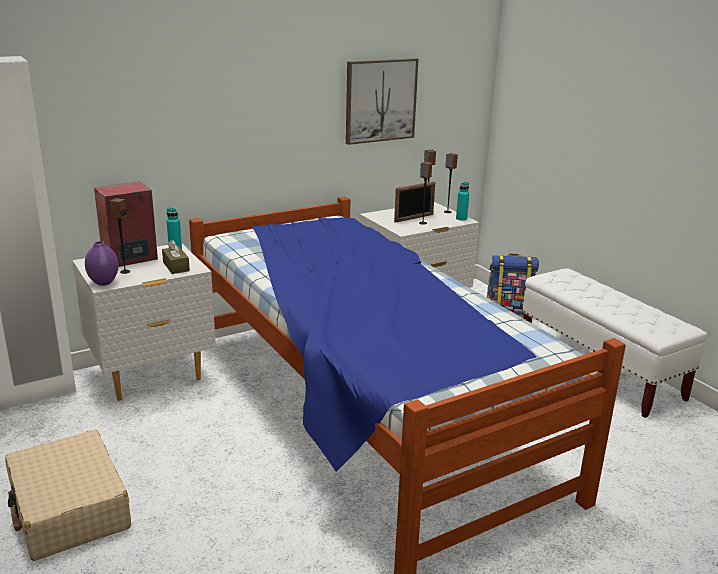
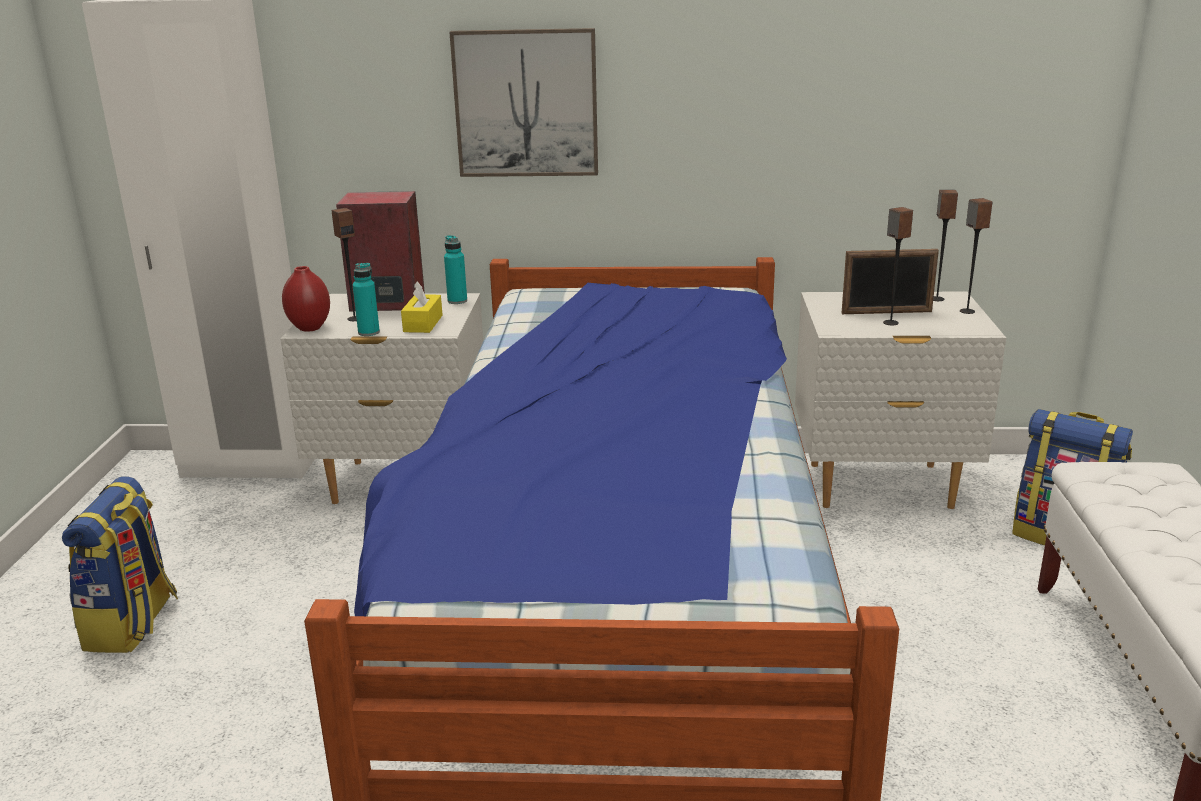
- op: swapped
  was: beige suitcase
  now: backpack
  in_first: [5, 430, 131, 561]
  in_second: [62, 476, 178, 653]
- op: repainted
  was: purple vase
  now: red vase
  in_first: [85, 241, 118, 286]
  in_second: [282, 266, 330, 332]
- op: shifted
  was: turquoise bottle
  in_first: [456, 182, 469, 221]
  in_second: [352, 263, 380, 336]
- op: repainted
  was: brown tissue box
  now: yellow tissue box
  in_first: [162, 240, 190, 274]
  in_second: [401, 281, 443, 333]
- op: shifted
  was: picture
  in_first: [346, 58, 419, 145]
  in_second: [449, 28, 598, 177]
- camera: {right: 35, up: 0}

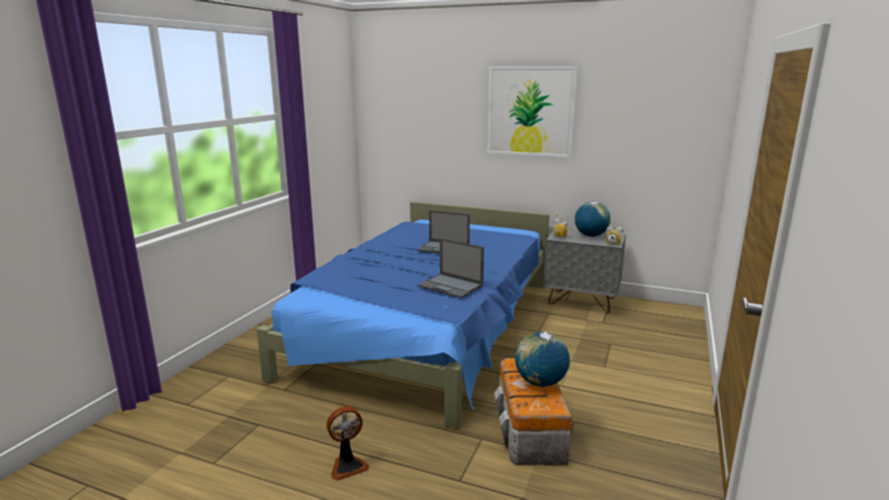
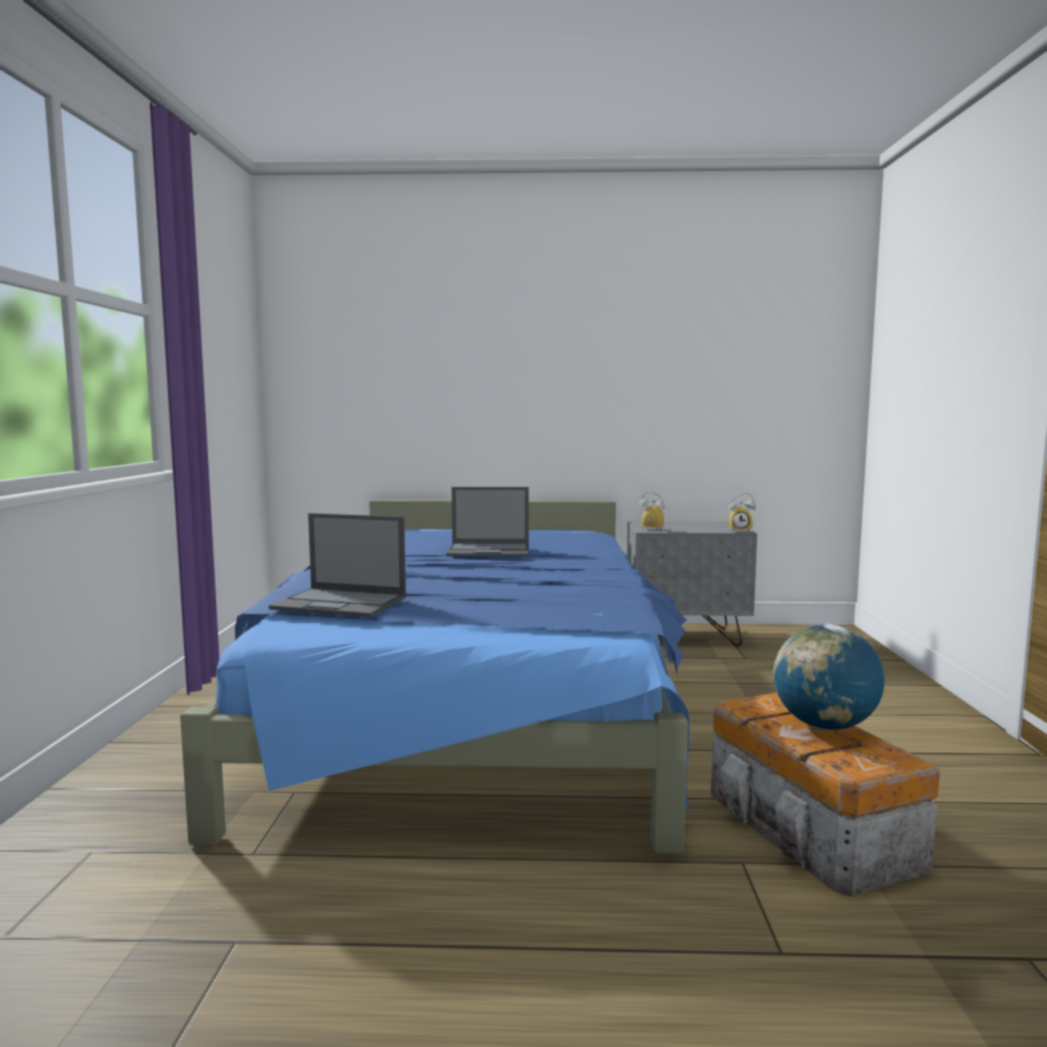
- op: shifted
  was: laptop
  in_first: [418, 238, 484, 298]
  in_second: [269, 513, 406, 617]
- op: gone
  was: fan
  in_first: [326, 406, 369, 481]
- op: gone
  was: picture
  in_first: [487, 66, 578, 158]
- op: gone
  was: globe
  in_first: [575, 202, 611, 237]
- camera: {right: -20, up: -10}

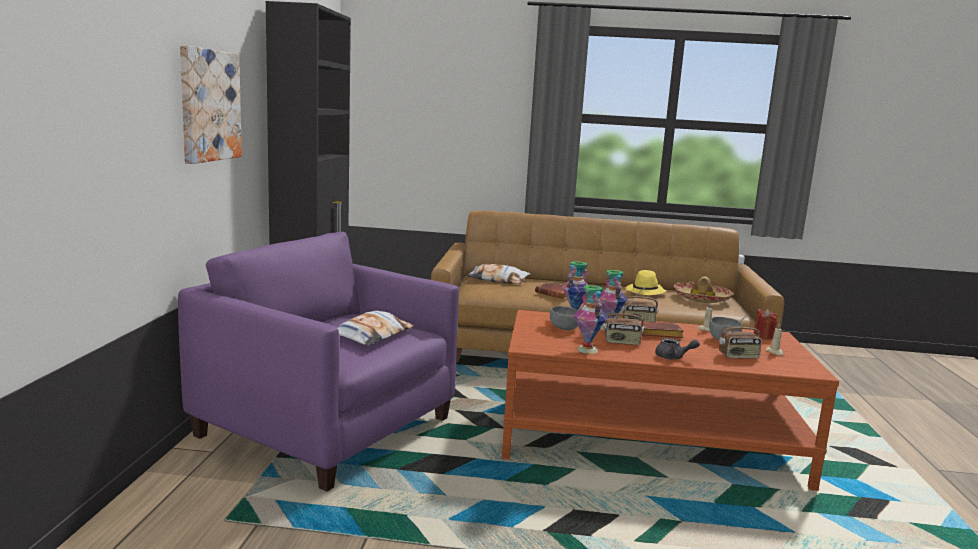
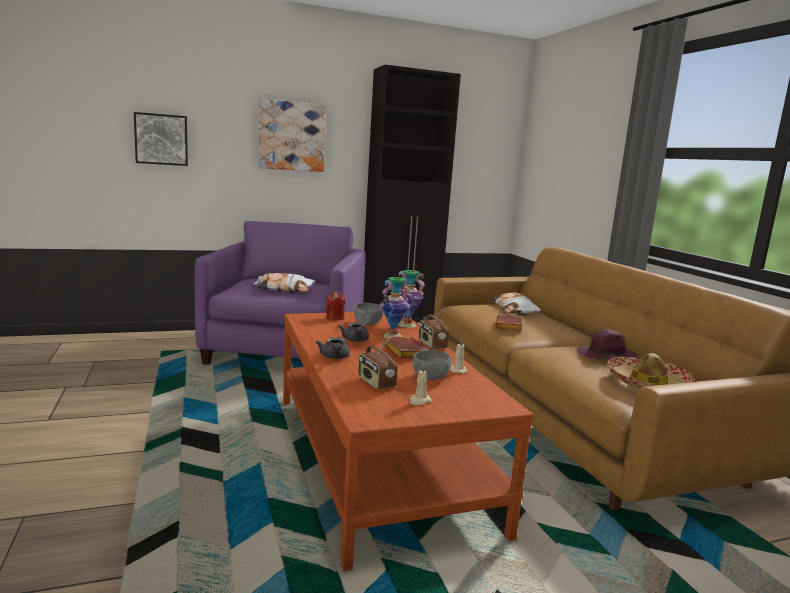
- op: new
  now: picture
  in_second: [134, 112, 188, 166]
- op: shifted
  was: red candle
  in_first: [754, 309, 777, 339]
  in_second: [326, 292, 345, 321]
- op: swapped
  was: radio
  now: grey teapot
  in_first: [603, 302, 644, 345]
  in_second: [339, 323, 369, 342]
- op: repainted
  was: yellow hat
  now: purple hat
  in_first: [625, 270, 667, 295]
  in_second: [577, 329, 637, 359]
- op: gone
  was: vase
  in_first: [574, 285, 608, 354]
- camera: {right: 65, up: 0}

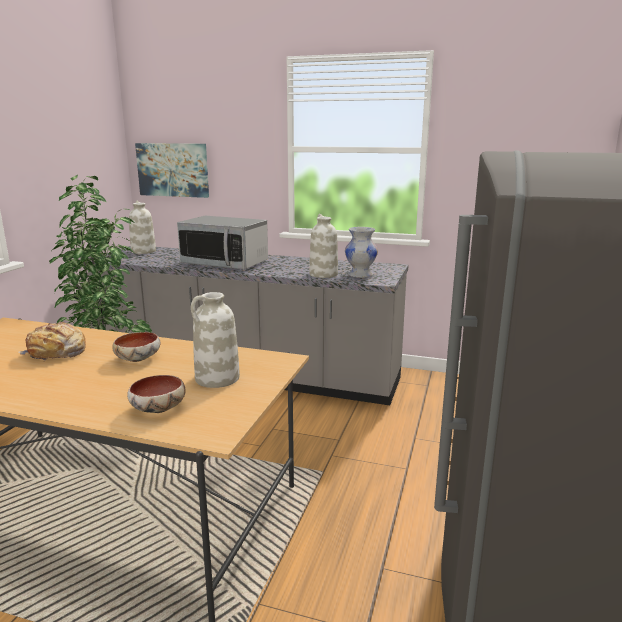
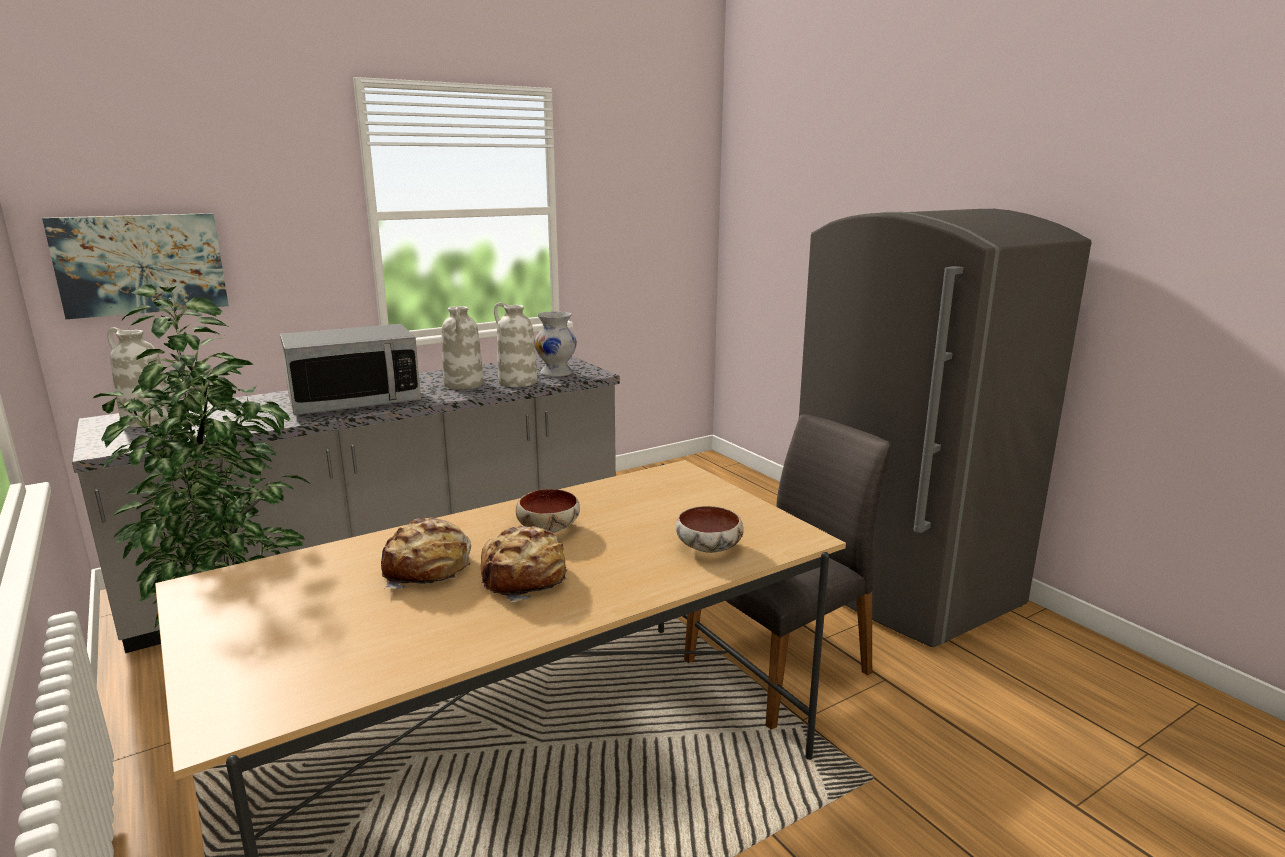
- op: shifted
  was: white vase
  in_first: [191, 292, 240, 388]
  in_second: [442, 306, 484, 389]
- op: new
  now: bread
  in_second: [481, 526, 568, 602]
- op: new
  now: grey chair
  in_second: [684, 414, 891, 730]
- camera: {right: -50, up: 0}

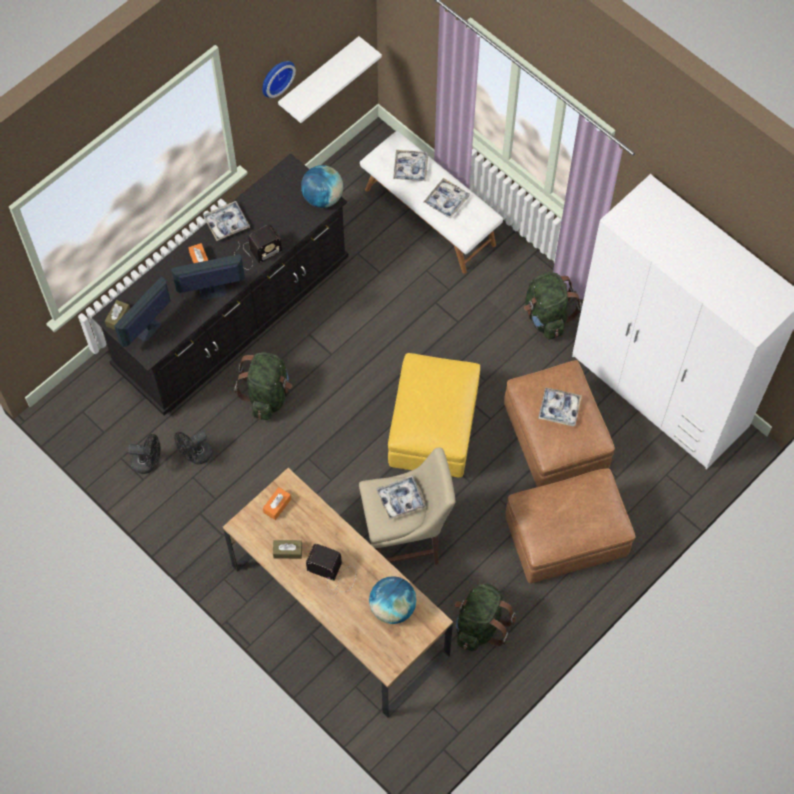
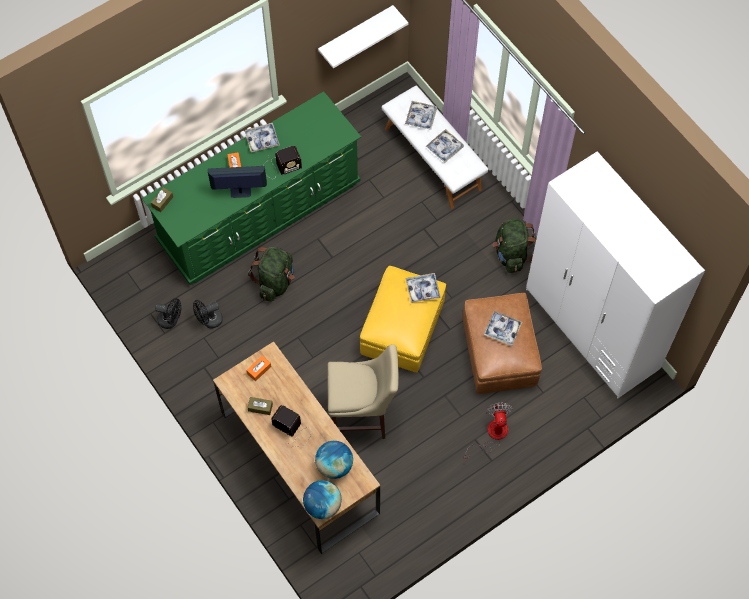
- op: repainted
  was: black dresser
  now: green dresser
  in_first: [92, 154, 348, 416]
  in_second: [142, 91, 361, 285]
- op: shifted
  was: globe
  in_first: [301, 165, 343, 208]
  in_second: [303, 480, 342, 519]
- op: shifted
  was: tray
  in_first: [376, 475, 426, 520]
  in_second: [406, 273, 440, 303]
- op: swapped
  was: brown ottoman
  now: fan
  in_first: [506, 469, 636, 583]
  in_second: [463, 403, 512, 459]
- op: gone
  was: monitor
  in_first: [114, 276, 171, 347]
- op: gone
  was: wall clock
  in_first: [263, 61, 296, 98]
- op: gone
  was: green backpack
  in_first: [455, 583, 516, 651]
- camera: {right: 10, up: 0}

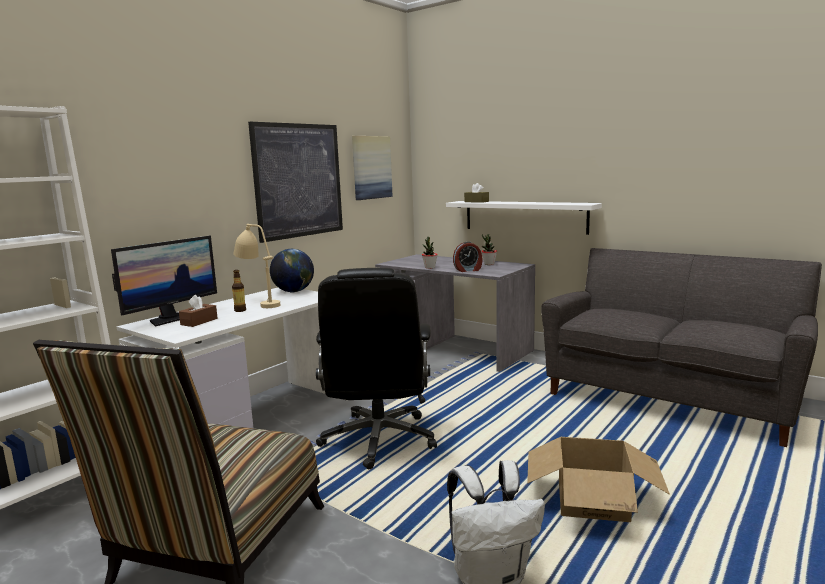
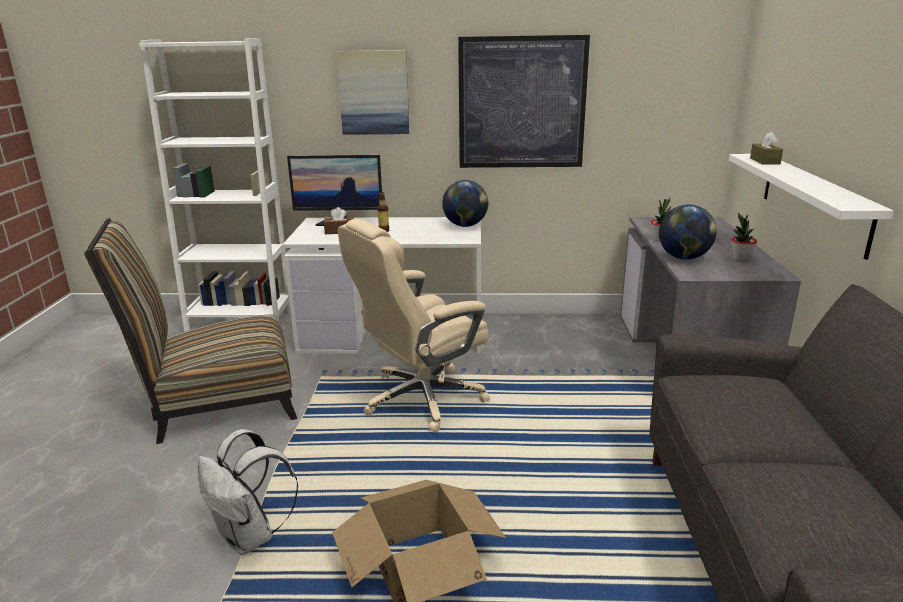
- op: shifted
  was: picture
  in_first: [352, 136, 393, 200]
  in_second: [336, 50, 409, 135]
- op: repainted
  was: black office chair
  now: beige office chair
  in_first: [316, 268, 437, 469]
  in_second: [338, 219, 490, 433]
- op: swapped
  was: alarm clock
  now: globe
  in_first: [453, 241, 483, 272]
  in_second: [659, 204, 717, 260]
- op: gone
  was: beige table lamp
  in_first: [233, 224, 280, 308]
- camera: {right: 55, up: 10}

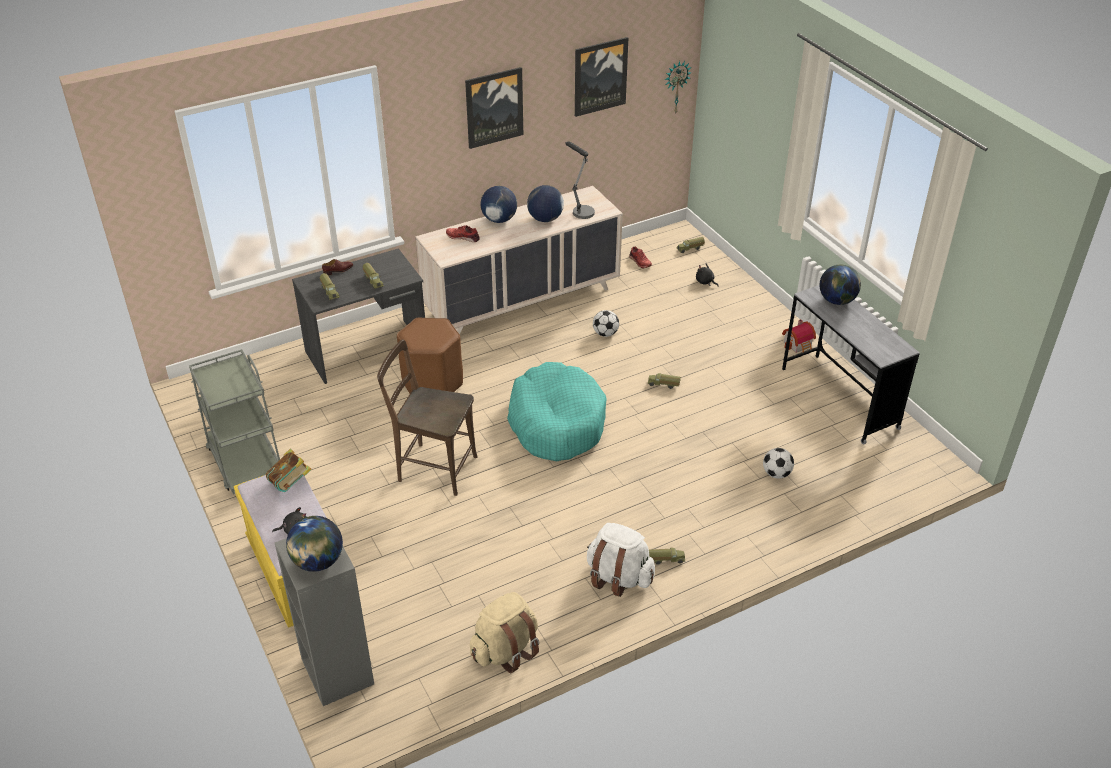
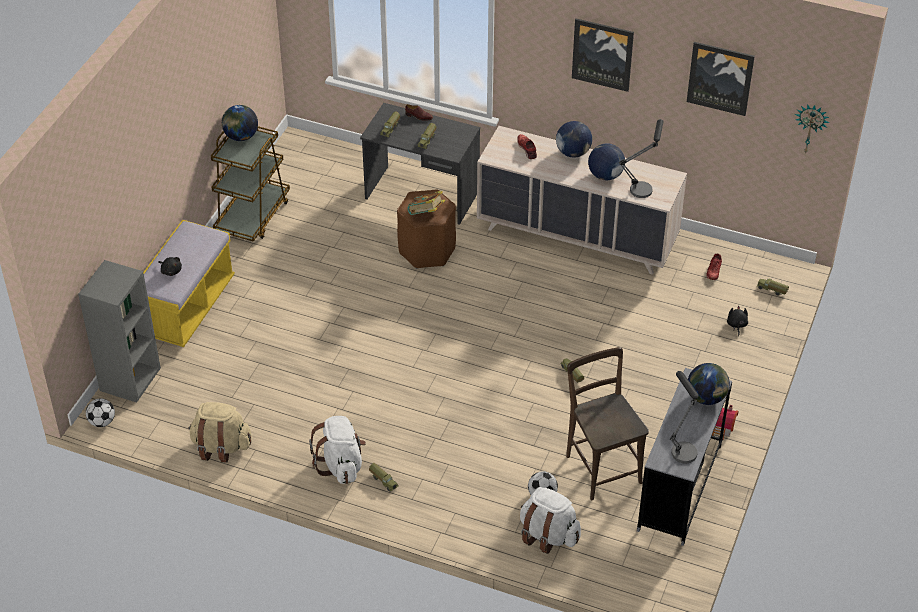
- op: shifted
  was: football
  in_first: [593, 310, 619, 337]
  in_second: [86, 398, 115, 427]
- op: repainted
  was: grey cart
  now: brown cart
  in_first: [189, 349, 280, 494]
  in_second: [211, 126, 290, 242]
- op: shifted
  was: globe
  in_first: [286, 516, 343, 572]
  in_second: [222, 105, 258, 141]
- op: shifted
  was: book
  in_first: [266, 449, 312, 492]
  in_second: [407, 191, 445, 215]
- op: new
  now: white backpack
  in_second: [520, 487, 581, 554]
- op: shifted
  was: brown chair
  in_first: [377, 339, 478, 496]
  in_second: [566, 347, 649, 500]
- op: new
  now: table lamp
  in_second: [670, 371, 698, 463]
- op: gone
  was: turquoise dog bed
  in_first: [507, 362, 607, 461]
- camera: {right: 50, up: 5}

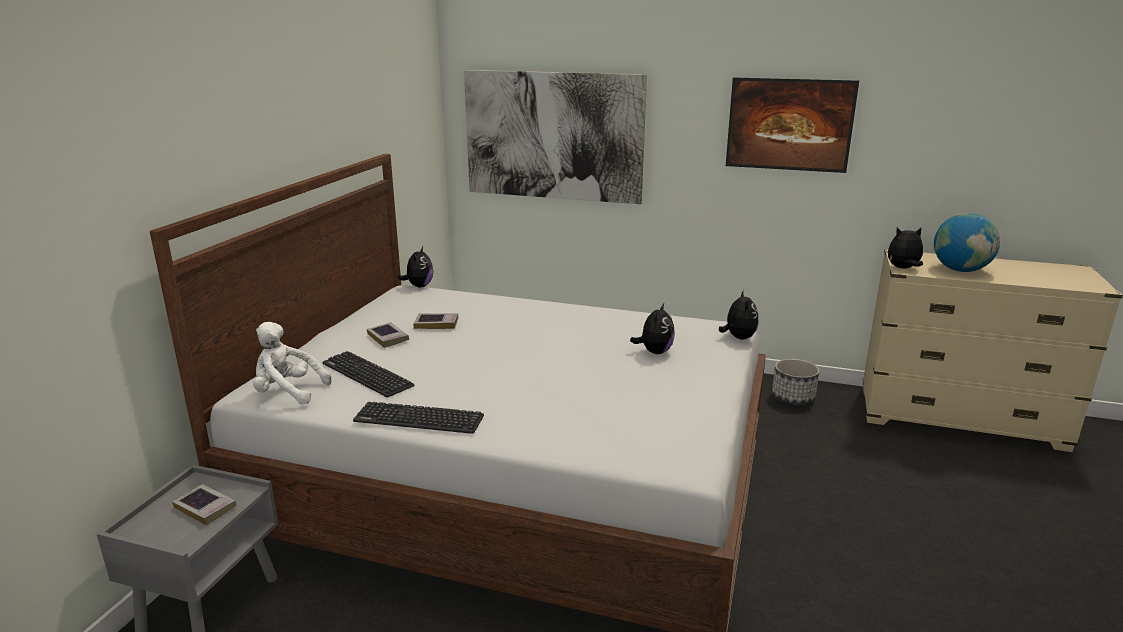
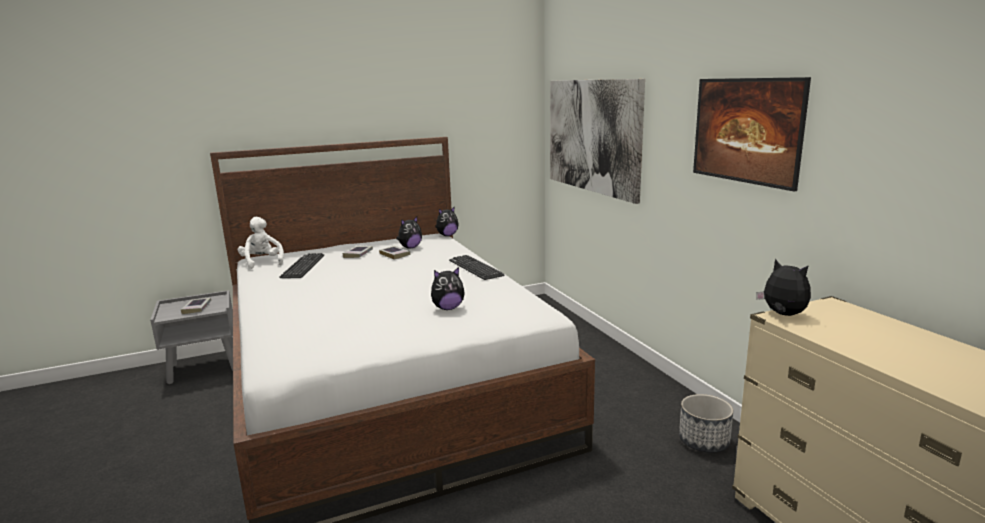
- op: shifted
  was: plush toy
  in_first: [719, 290, 759, 340]
  in_second: [396, 217, 422, 249]
- op: shifted
  was: keyboard
  in_first: [353, 402, 484, 434]
  in_second: [449, 255, 505, 280]
- op: gone
  was: globe
  in_first: [934, 213, 1000, 272]
- camera: {right: 50, up: -5}

